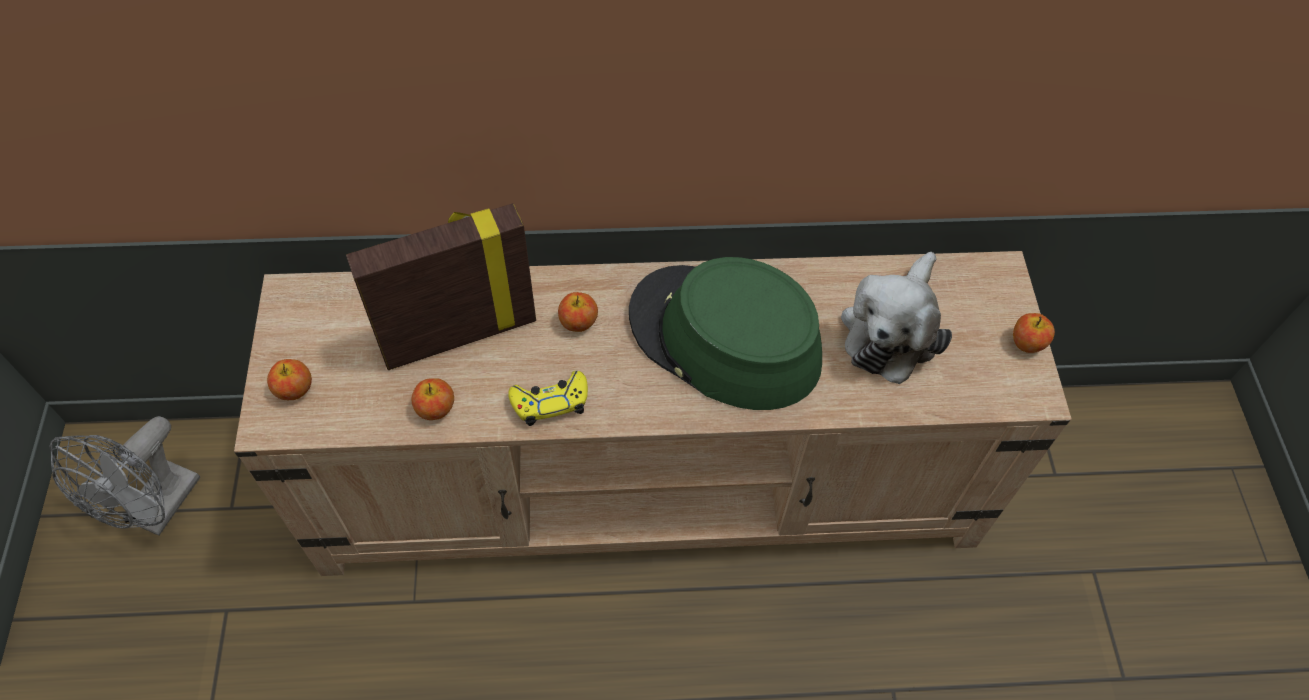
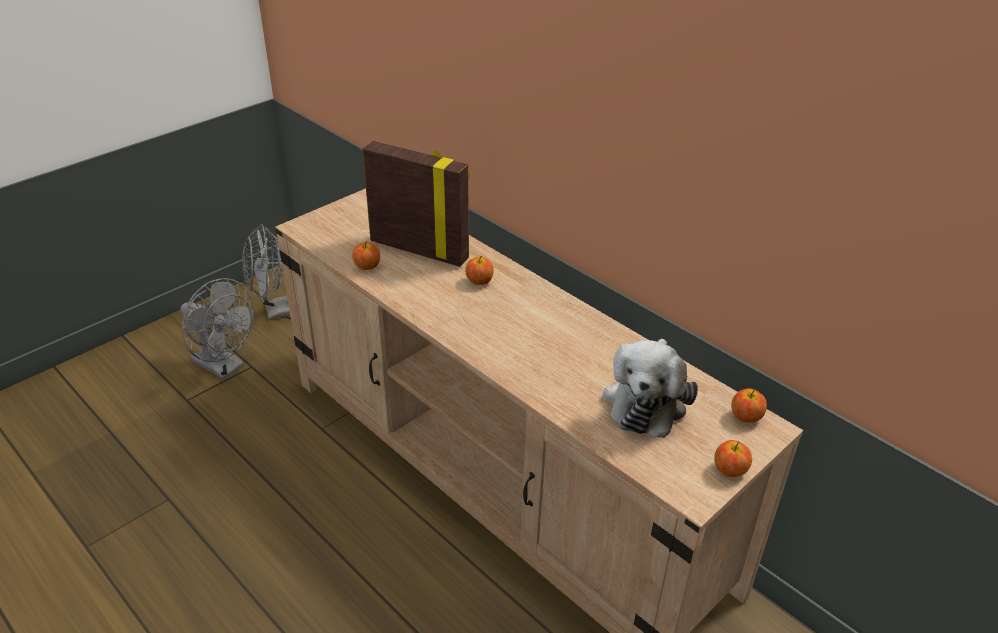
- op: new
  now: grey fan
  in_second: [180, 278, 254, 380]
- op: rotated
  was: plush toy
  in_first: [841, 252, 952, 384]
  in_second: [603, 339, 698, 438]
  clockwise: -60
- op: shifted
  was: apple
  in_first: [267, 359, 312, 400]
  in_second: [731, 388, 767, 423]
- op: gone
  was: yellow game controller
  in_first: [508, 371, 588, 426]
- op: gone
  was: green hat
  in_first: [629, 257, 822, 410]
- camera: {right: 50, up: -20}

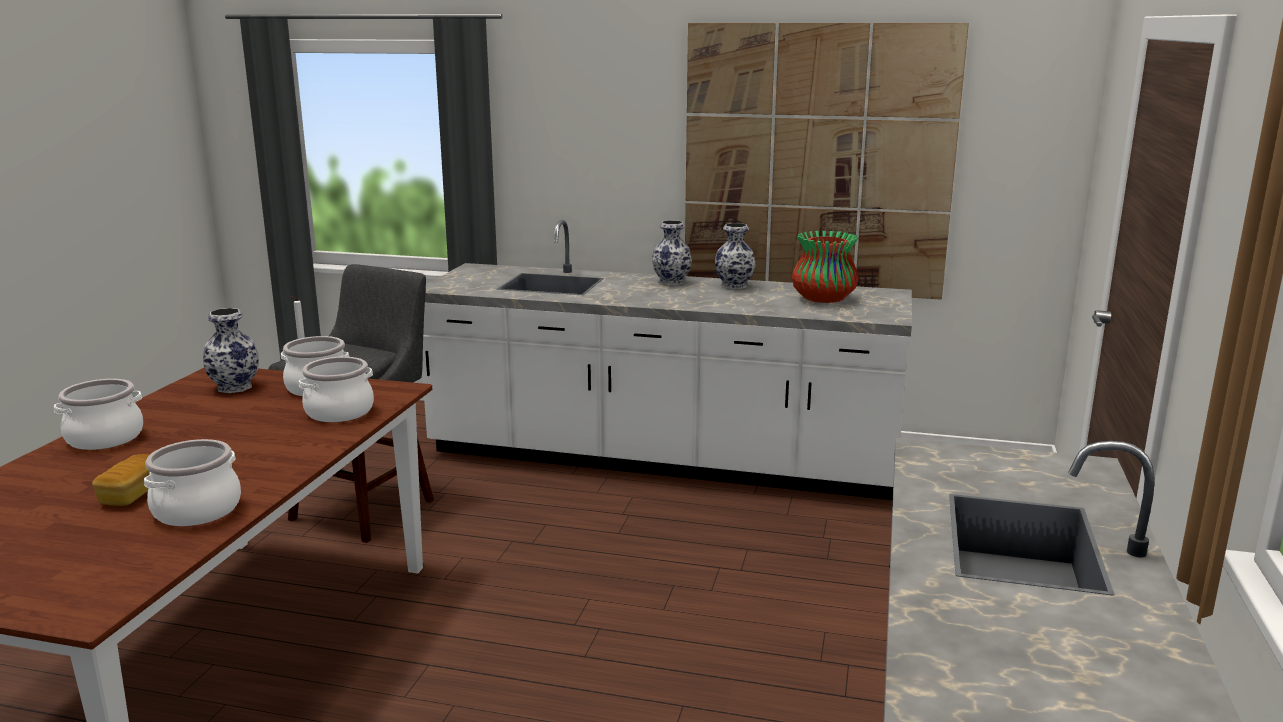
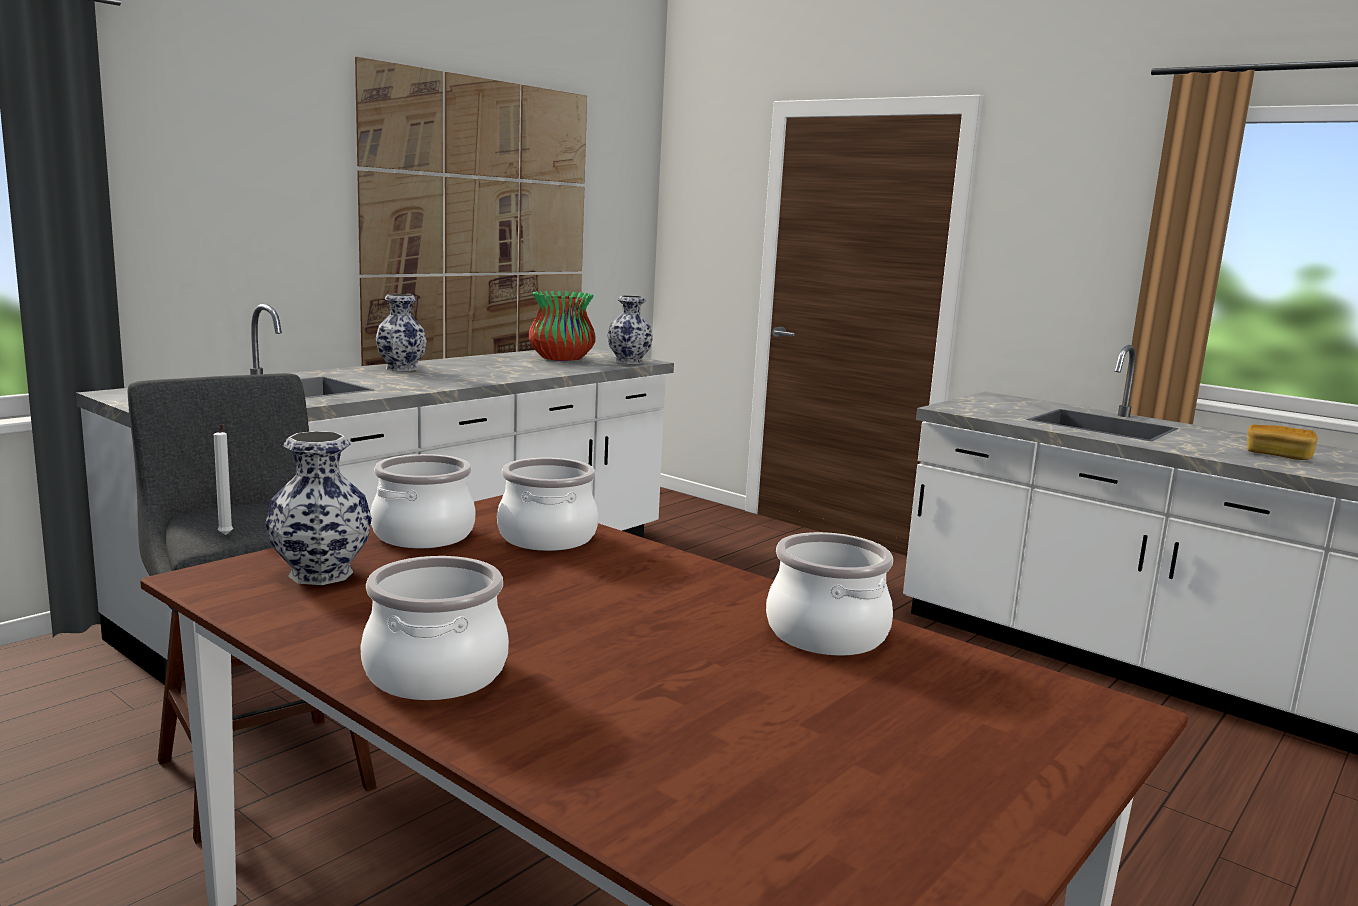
- op: shifted
  was: vase
  in_first: [715, 223, 756, 289]
  in_second: [607, 295, 653, 364]
- op: shifted
  was: bread
  in_first: [92, 454, 150, 506]
  in_second: [1247, 424, 1318, 460]
- camera: {right: -65, up: -5}

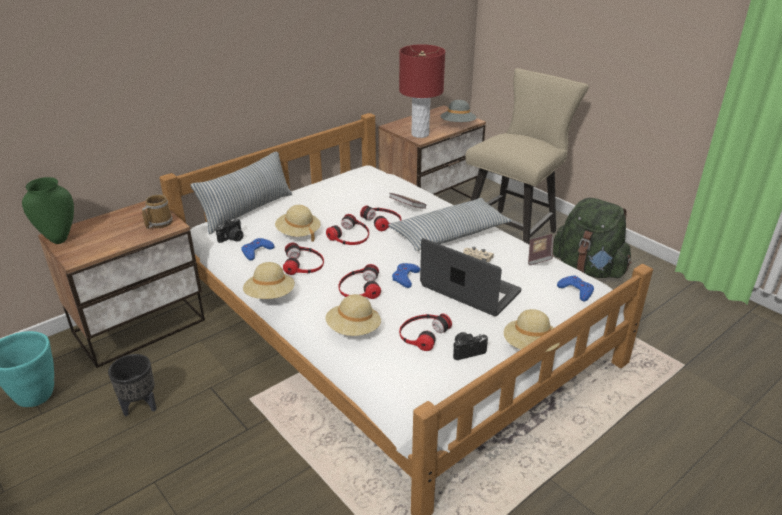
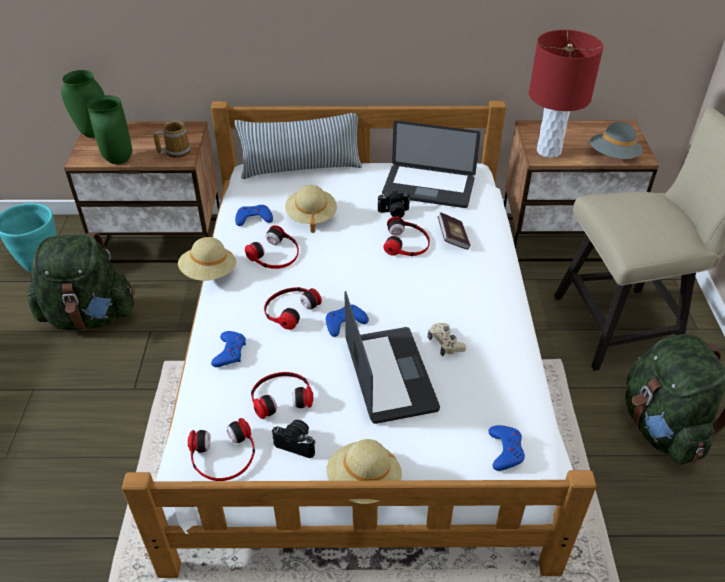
- op: swapped
  was: black planter
  now: green backpack
  in_first: [108, 354, 157, 417]
  in_second: [28, 233, 135, 330]
- op: new
  now: green vase
  in_second: [87, 95, 132, 164]
- op: shifted
  was: headphones
  in_first: [326, 214, 369, 245]
  in_second: [188, 418, 255, 481]
- op: swapped
  was: beige hat
  now: blue game controller
  in_first: [325, 294, 381, 336]
  in_second: [211, 331, 246, 367]
- op: shifted
  was: photo camera
  in_first: [216, 219, 244, 243]
  in_second: [378, 191, 410, 218]
- op: new
  now: laptop
  in_second: [382, 121, 480, 208]
- op: gone
  was: pillow
  in_first: [388, 198, 512, 251]
- op: gone
  was: book
  in_first: [528, 234, 553, 265]
- camera: {right: 40, up: 10}

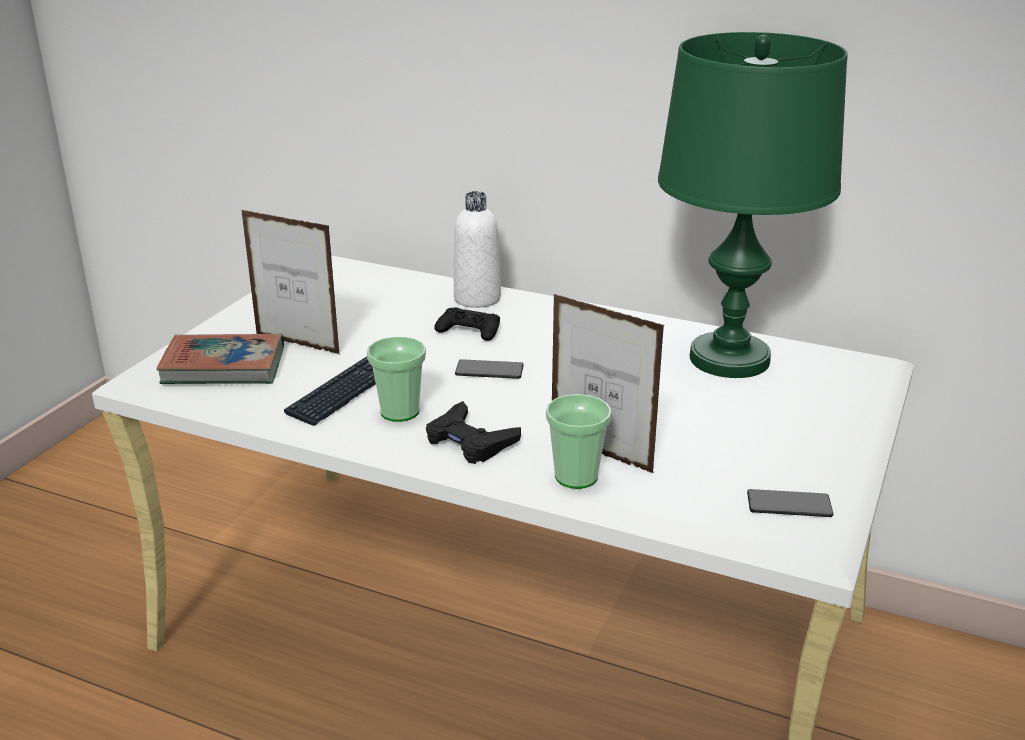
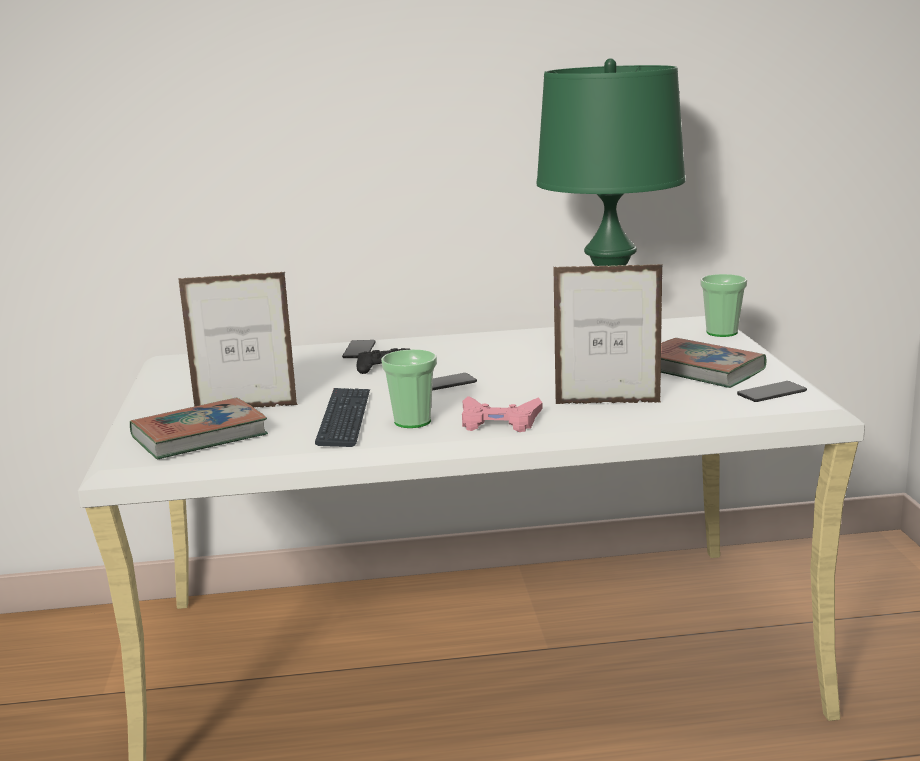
- op: swapped
  was: white bottle
  now: phone
  in_first: [454, 191, 501, 308]
  in_second: [342, 340, 376, 358]
- op: repainted
  was: black game controller
  now: pink game controller
  in_first: [426, 401, 521, 464]
  in_second: [462, 396, 542, 432]
- op: new
  now: book
  in_second: [661, 338, 766, 388]
- op: shifted
  was: cup
  in_first: [546, 394, 611, 489]
  in_second: [700, 274, 747, 337]
- camera: {right: -30, up: -10}

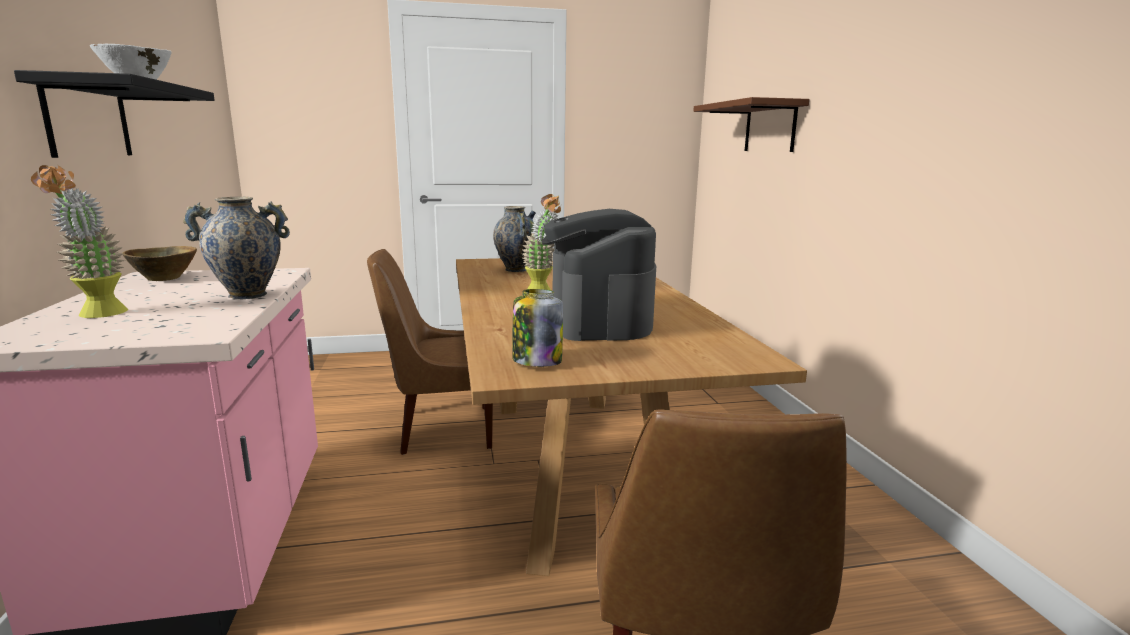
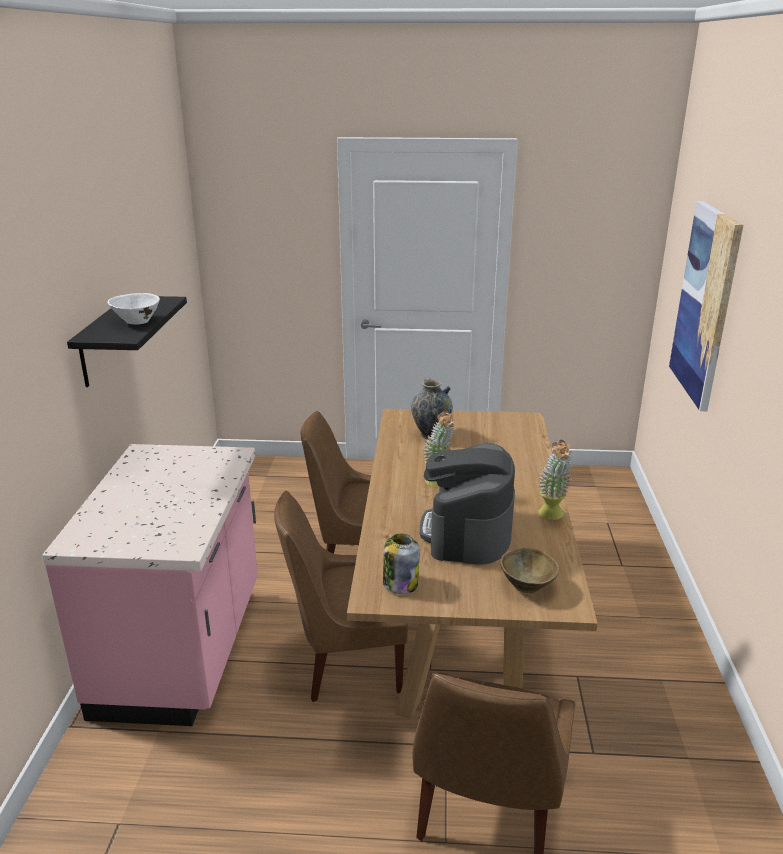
- op: new
  now: brown chair
  in_second: [274, 491, 408, 702]
- op: shifted
  was: brown bowl
  in_first: [123, 246, 197, 281]
  in_second: [500, 548, 559, 593]
- op: shifted
  was: potted plant
  in_first: [31, 165, 128, 318]
  in_second: [538, 440, 573, 520]
- op: swapped
  was: brown shelf
  now: picture
  in_first: [693, 97, 810, 152]
  in_second: [669, 201, 743, 411]
- op: gone
  was: vase
  in_first: [183, 197, 290, 299]
- camera: {right: 15, up: 10}

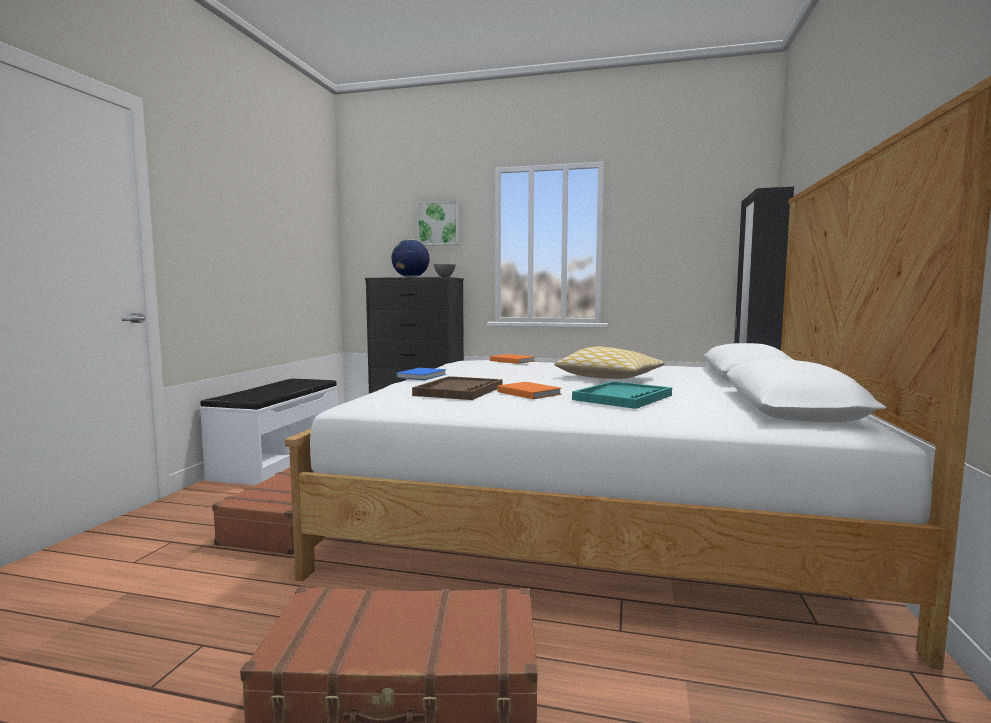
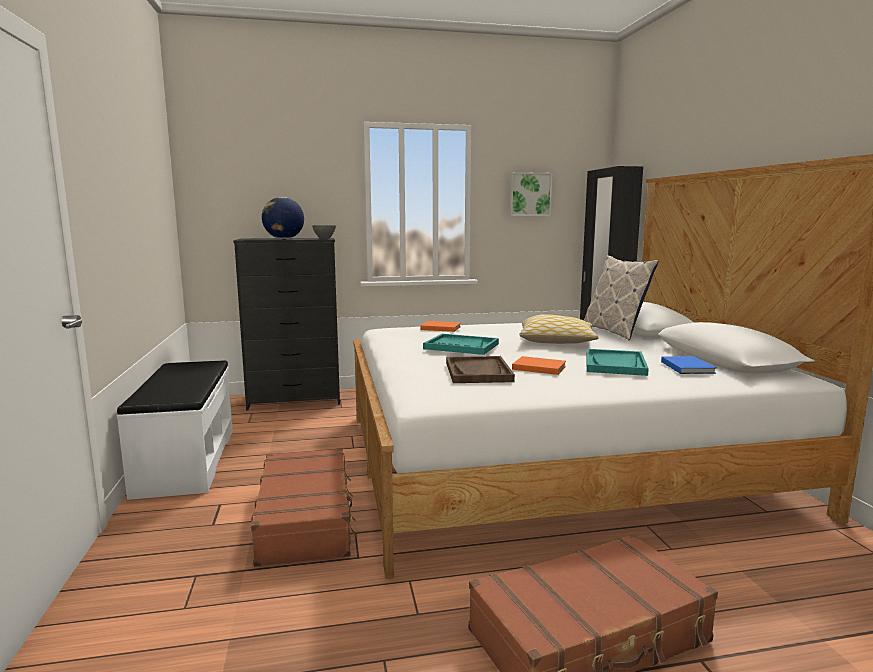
- op: new
  now: turquoise tray
  in_second: [423, 334, 499, 355]
- op: shifted
  was: picture
  in_first: [417, 201, 459, 246]
  in_second: [509, 172, 553, 216]
- op: new
  now: pillow
  in_second: [584, 255, 659, 340]
- op: shifted
  was: blue book
  in_first: [396, 368, 446, 380]
  in_second: [661, 356, 716, 374]
- camera: {right: -25, up: 5}

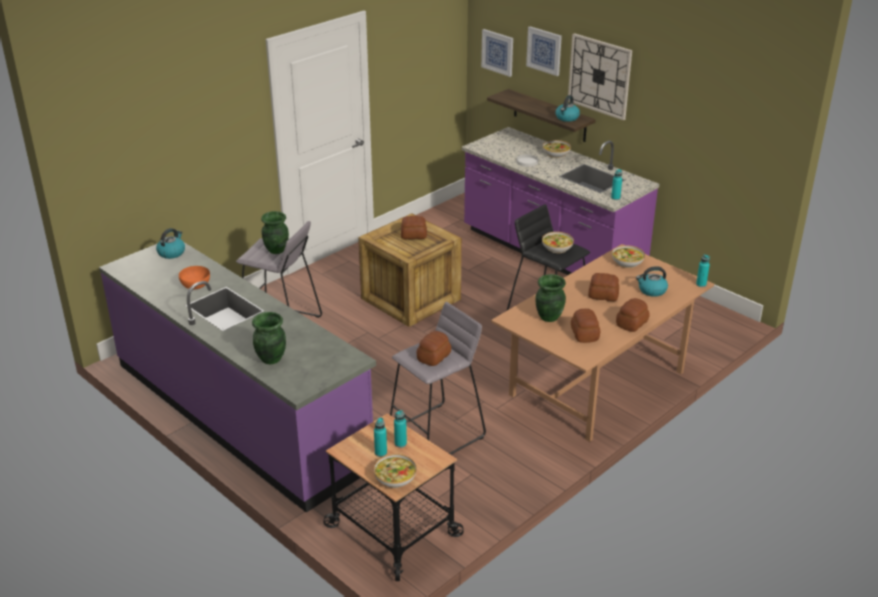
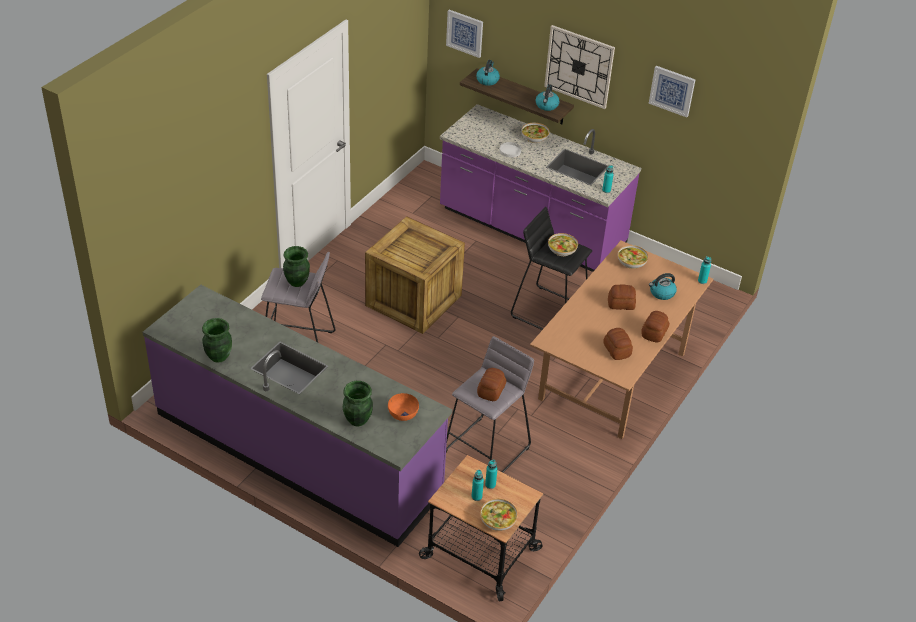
- op: shifted
  was: green vase
  in_first: [535, 274, 566, 322]
  in_second: [202, 318, 232, 363]
- op: shifted
  was: orange bowl
  in_first: [179, 266, 210, 289]
  in_second: [388, 393, 419, 421]
- op: shifted
  was: kettle
  in_first: [156, 228, 185, 259]
  in_second: [476, 60, 500, 86]
- op: shifted
  was: picture
  in_first: [526, 26, 562, 76]
  in_second: [649, 66, 695, 117]
- op: gone
  was: bread
  in_first: [401, 216, 427, 239]
- camera: {right: -15, up: 10}

